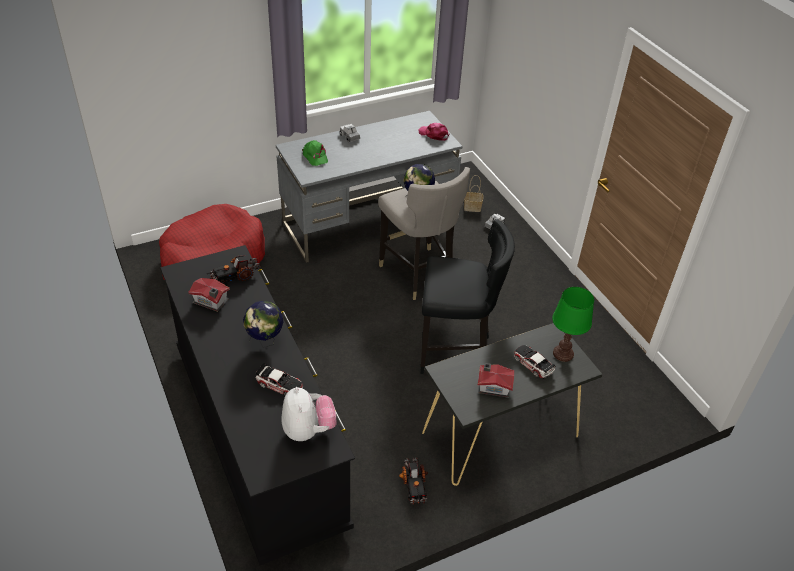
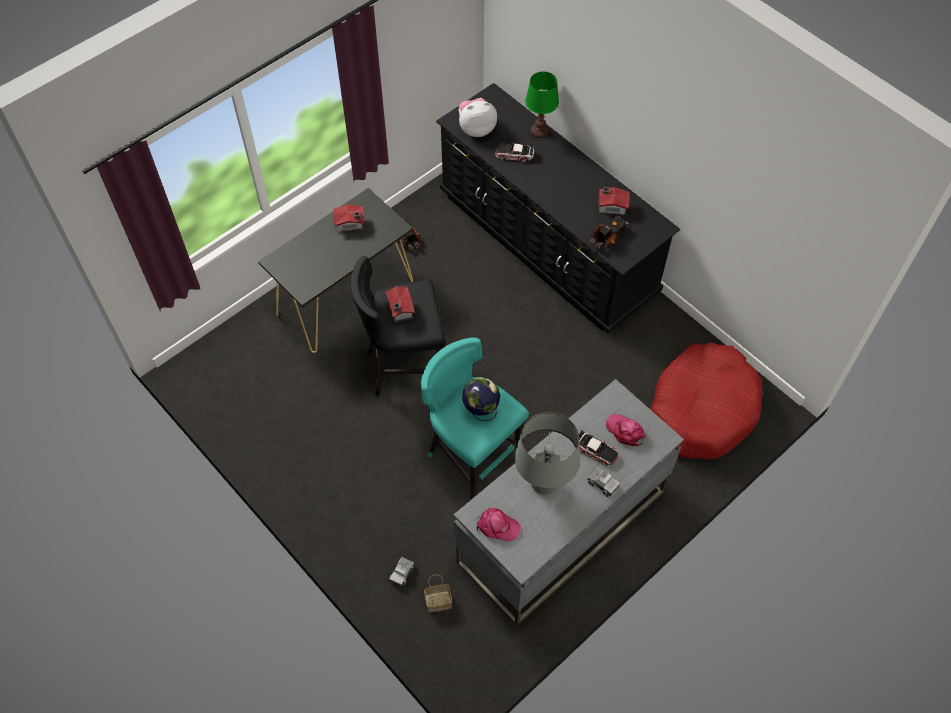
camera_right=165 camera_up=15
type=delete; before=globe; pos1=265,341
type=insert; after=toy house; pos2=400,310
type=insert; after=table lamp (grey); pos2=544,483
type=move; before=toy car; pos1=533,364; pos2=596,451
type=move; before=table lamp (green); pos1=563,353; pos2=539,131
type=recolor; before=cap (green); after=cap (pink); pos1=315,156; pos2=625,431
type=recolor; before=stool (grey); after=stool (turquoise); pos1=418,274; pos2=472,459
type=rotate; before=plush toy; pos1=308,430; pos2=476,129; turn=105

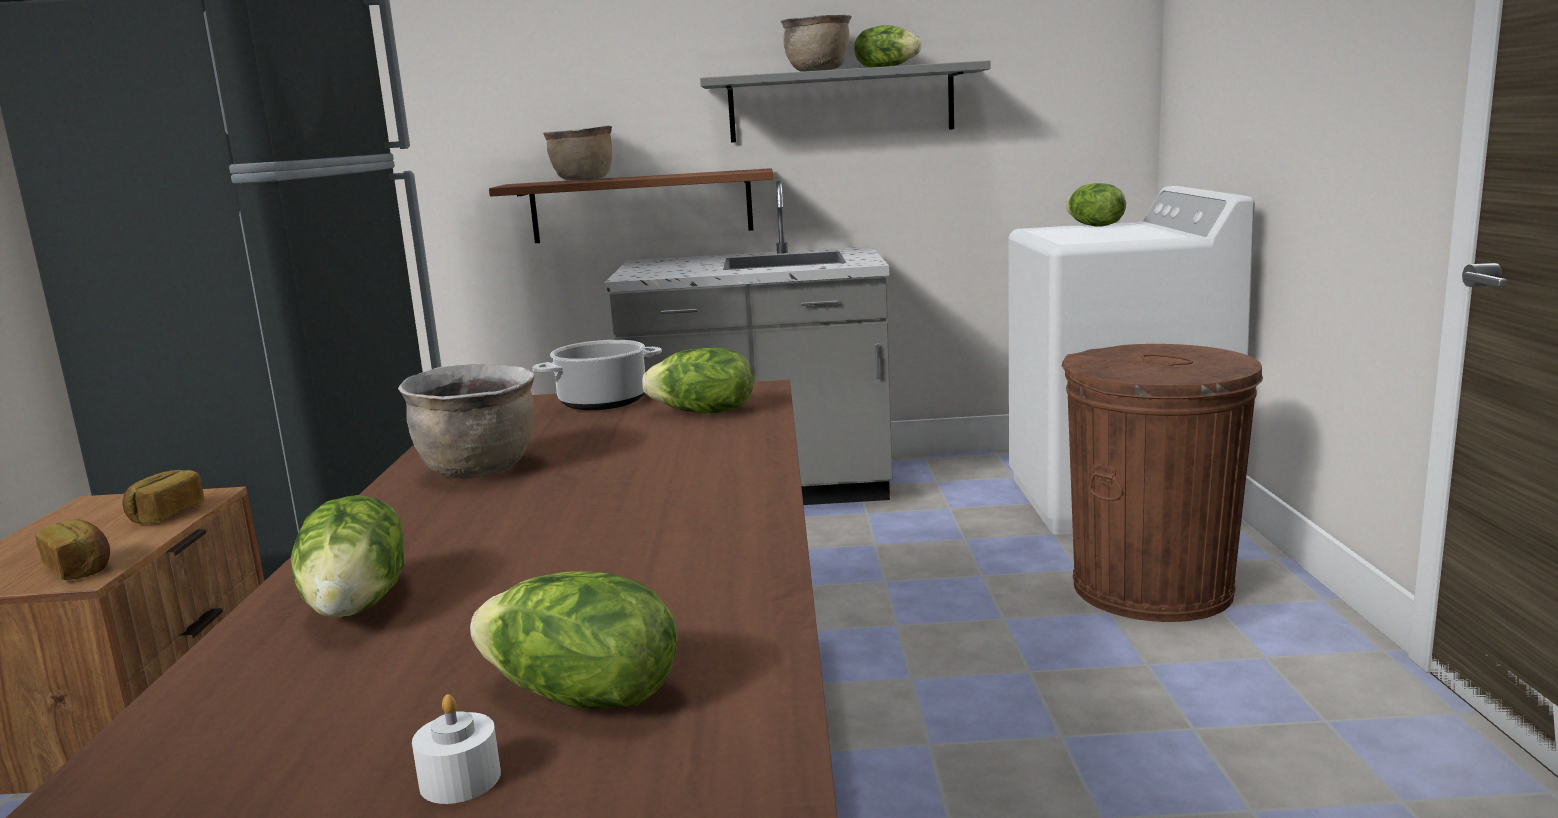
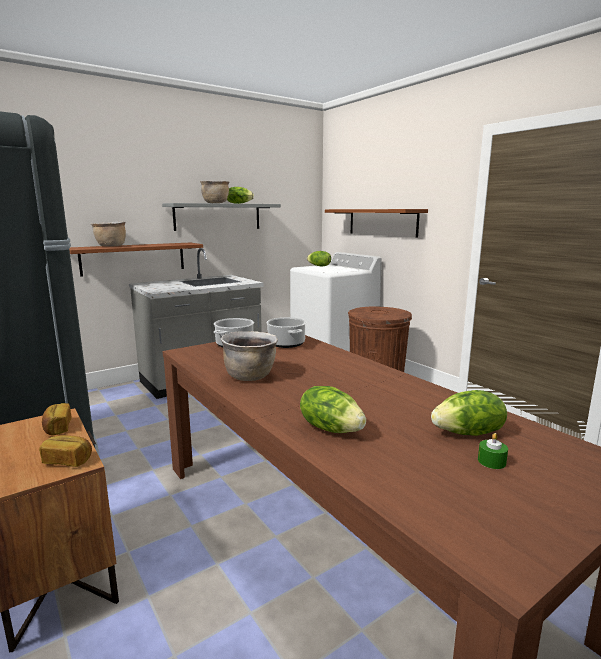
camera_right=-35 camera_up=0
type=insert; after=shelf (brown); pos2=382,222
type=replace; before=lettuce; after=cooking pot; pos1=703,412; pos2=287,344
type=recolor; before=candle (white); after=candle (green); pos1=460,779; pos2=491,461

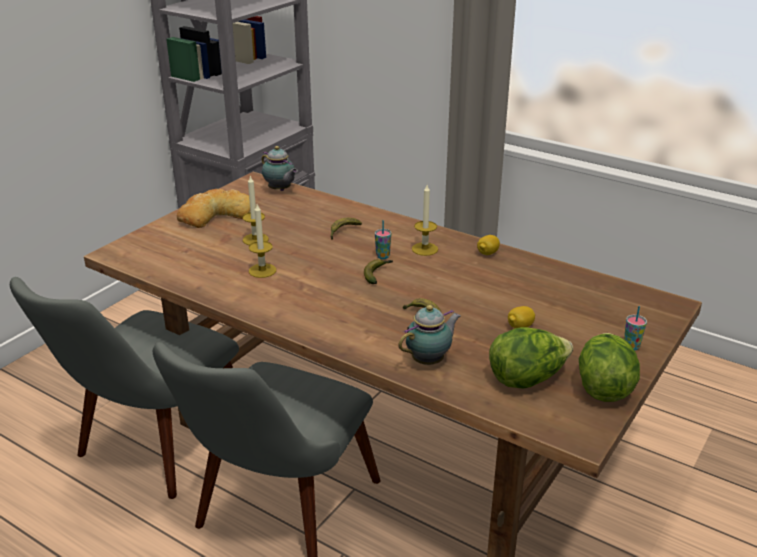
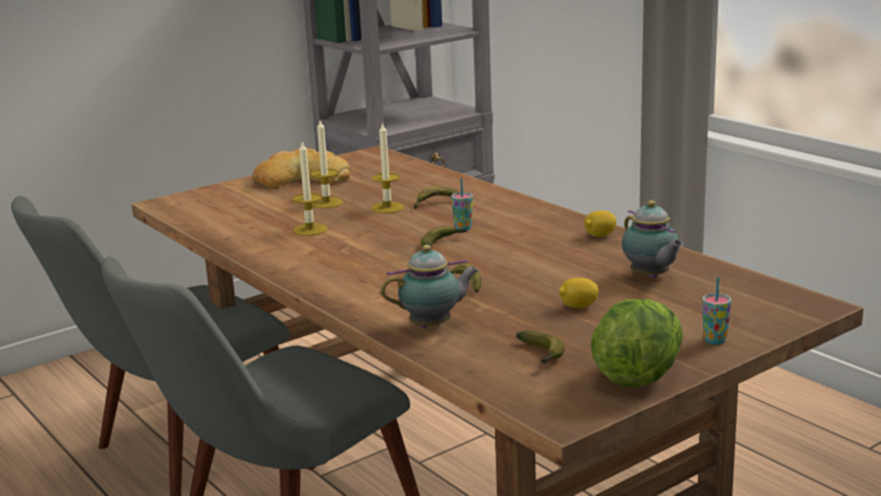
camera_right=20 camera_up=-10
type=move; before=teapot; pos1=280,190; pos2=650,277
type=move; before=candle; pos1=424,249; pos2=387,208
type=replace; before=lettuce; after=banana; pos1=527,379; pos2=542,355

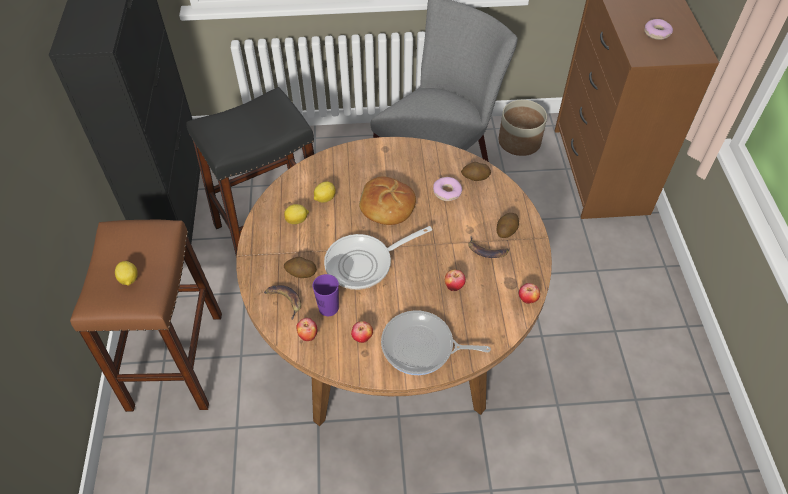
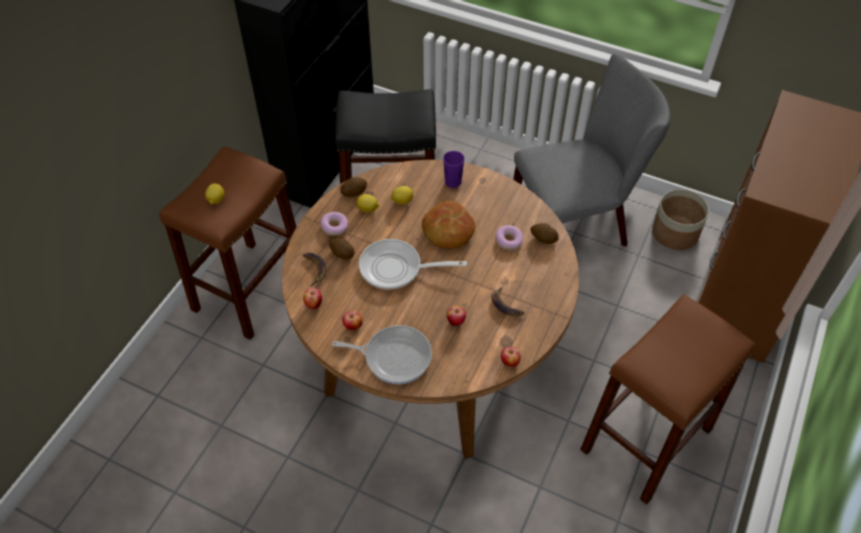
camera_right=30 camera_up=0
type=insert; after=stool (brown); pos2=646,439
type=move; before=cup (purple); pos1=328,308; pos2=453,182
type=move; before=potato; pos1=506,230; pos2=354,192
type=move; before=donut; pos1=657,33; pos2=334,227
type=rotate; before=frying pan; pos1=421,347; pos2=394,356; turn=150

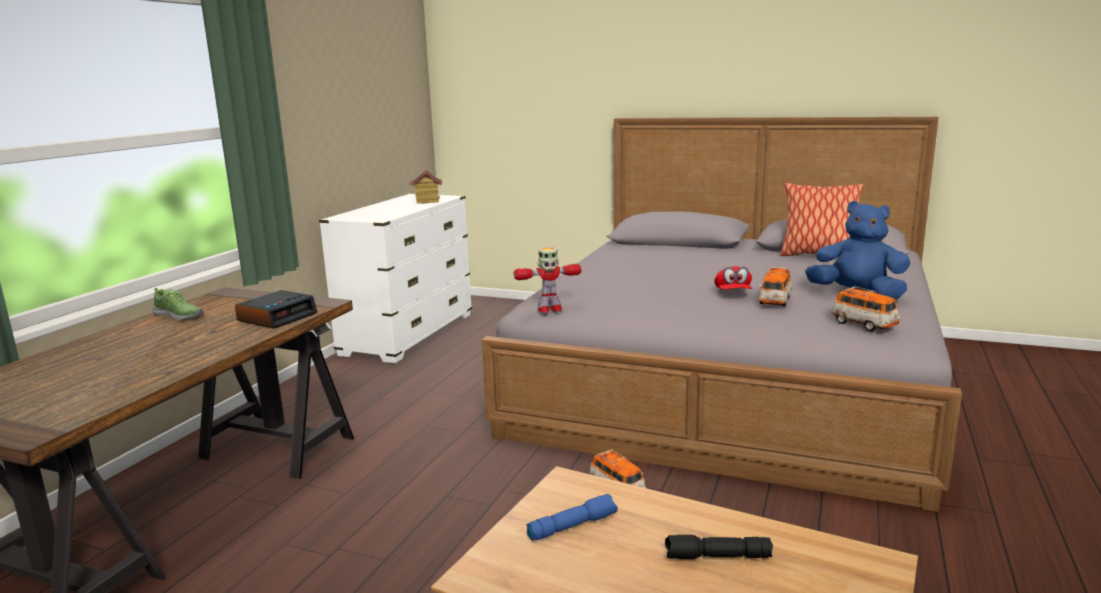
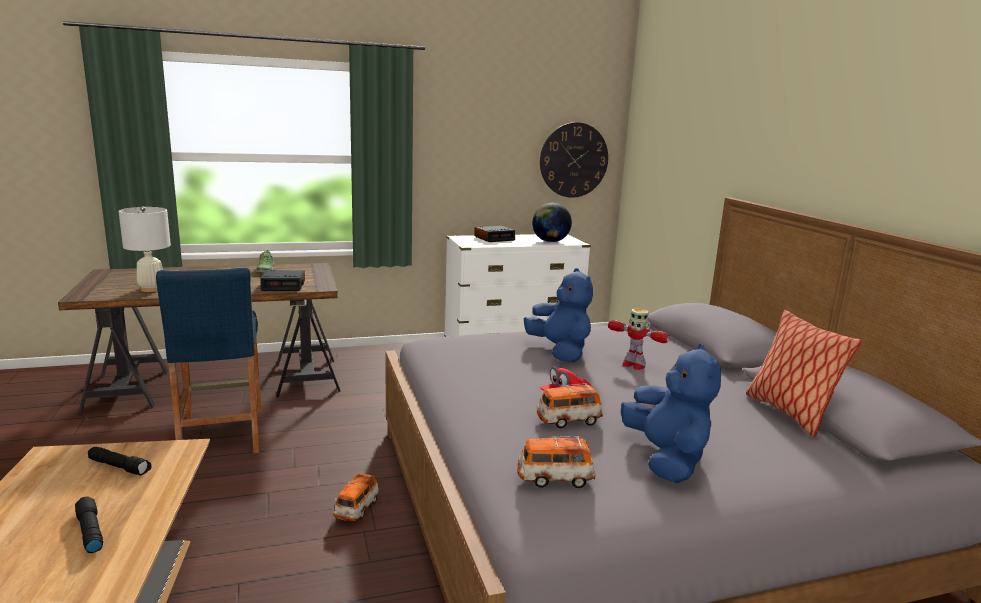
camera_right=50 camera_up=0
type=insert; after=table lamp (white); pos2=151,289
type=insert; after=stool (blue); pos2=221,434
type=insert; after=alarm clock; pos2=494,238
type=insert; after=plush toy (blue); pos2=560,352
type=insert; after=wall clock; pos2=573,160
type=move; before=toy robot; pos1=549,309; pos2=633,365
type=replace; before=toy house; after=globe; pos1=427,201; pos2=550,241
type=recolor; before=flashlight (blue); after=flashlight (black); pos1=572,525; pos2=120,467
type=rotate; before=toy car; pos1=864,325; pos2=554,479; turn=75

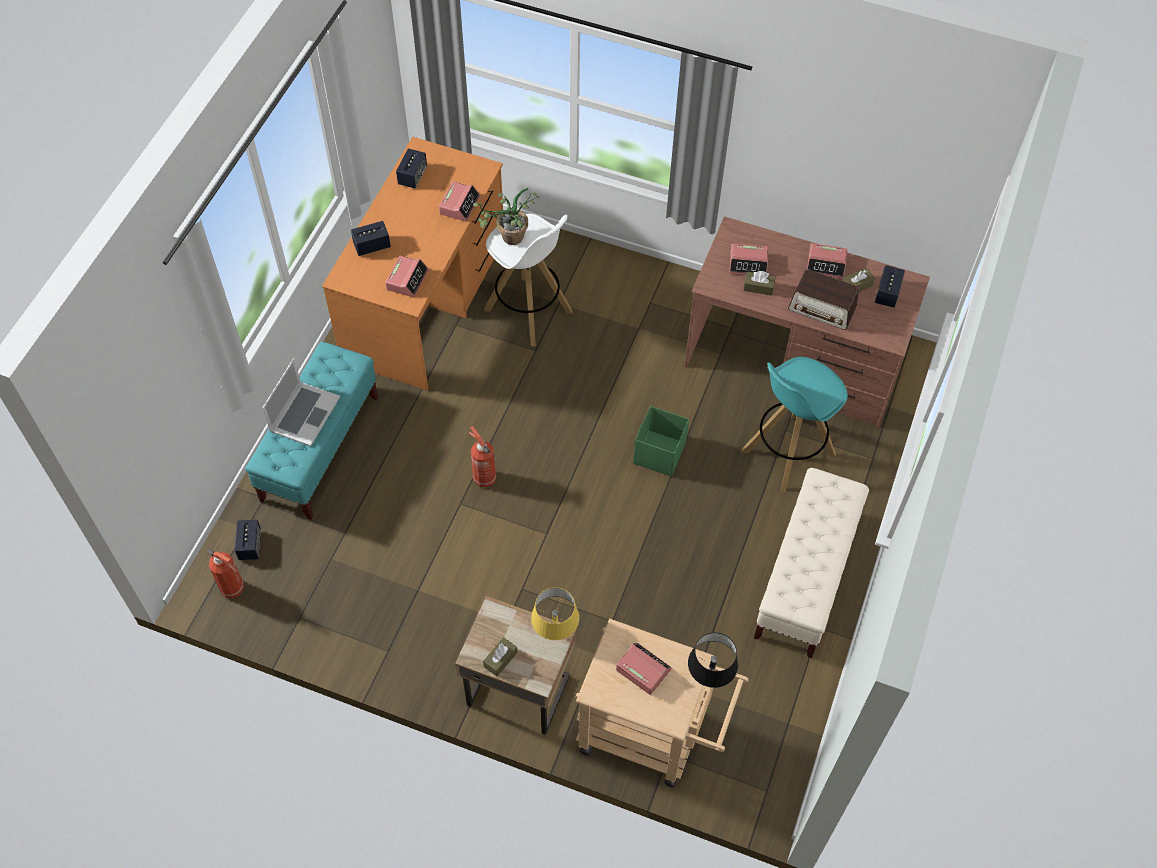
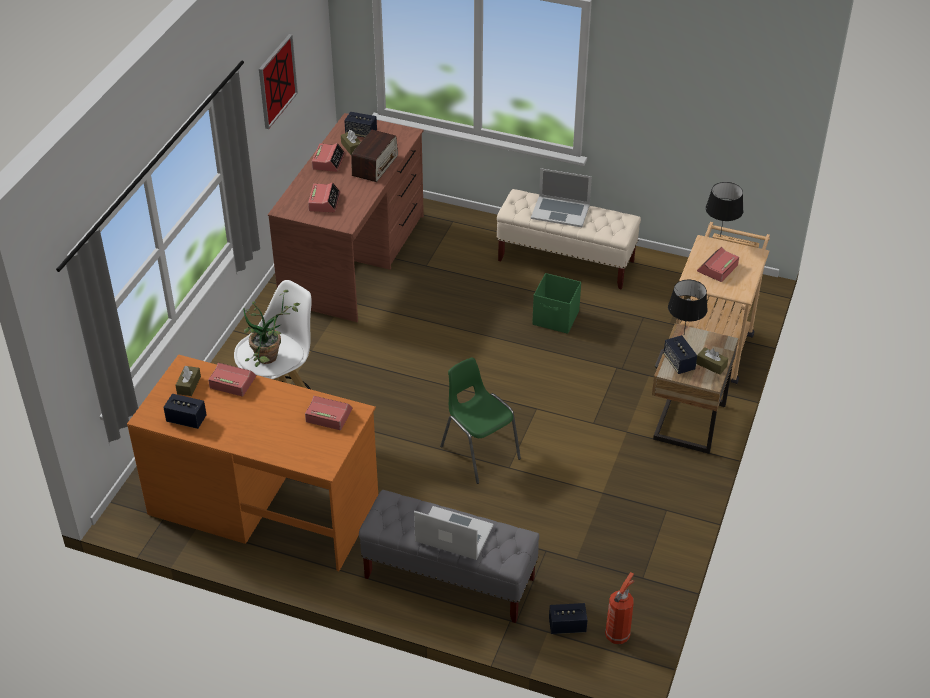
camera_right=-90 camera_up=-15
type=delete; before=stool (turquoise); pos1=787,453
type=insert; after=picture; pos2=277,81
type=insert; after=laptop; pos2=560,211
type=move; before=speaker; pos1=372,246; pos2=679,363
type=move; before=storage box (green); pos1=659,454; pos2=556,318
type=move; before=tissue box (brown); pos1=758,287; pos2=189,385
type=replace; before=fire extinguisher; after=chair (green); pos1=483,477; pos2=479,452
type=recolor; before=bench (turquoise); after=bench (grey); pos1=320,448; pos2=449,578
type=recolor; before=table lamp (yellow); after=table lamp (black); pos1=556,636; pos2=684,334

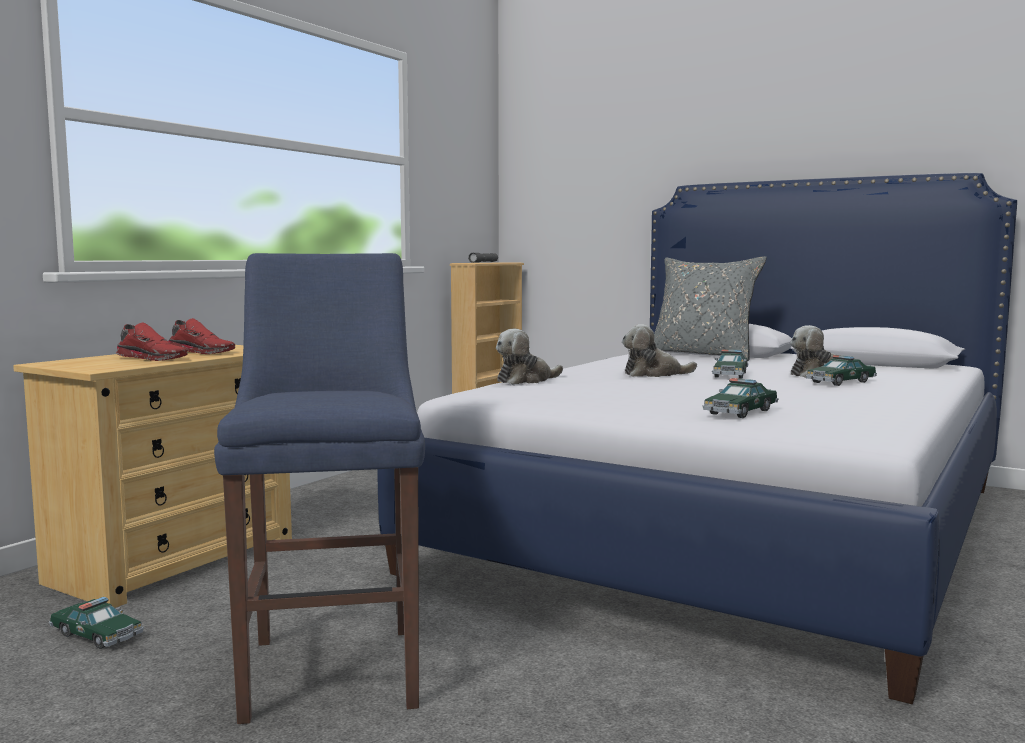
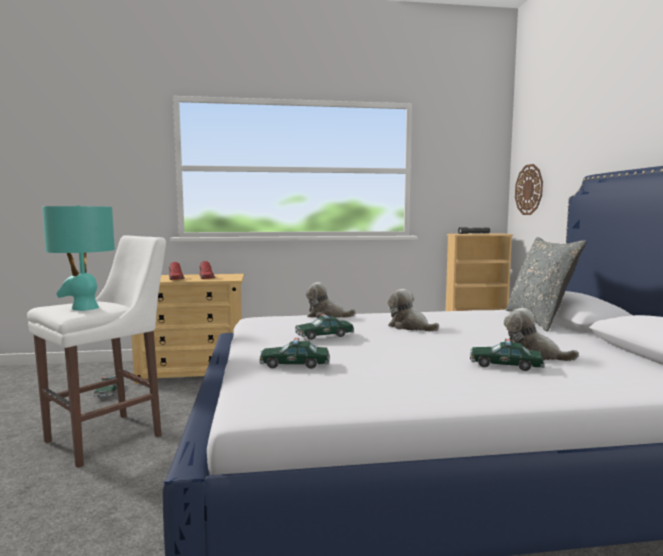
camera_right=50 camera_up=0
type=insert; after=table lamp (turquoise); pos2=85,308
type=insert; after=wall clock; pos2=529,189
type=move; before=toy car; pos1=730,375; pos2=324,335
type=recolor; before=stool (blue); after=stool (white); pos1=334,666; pos2=110,436

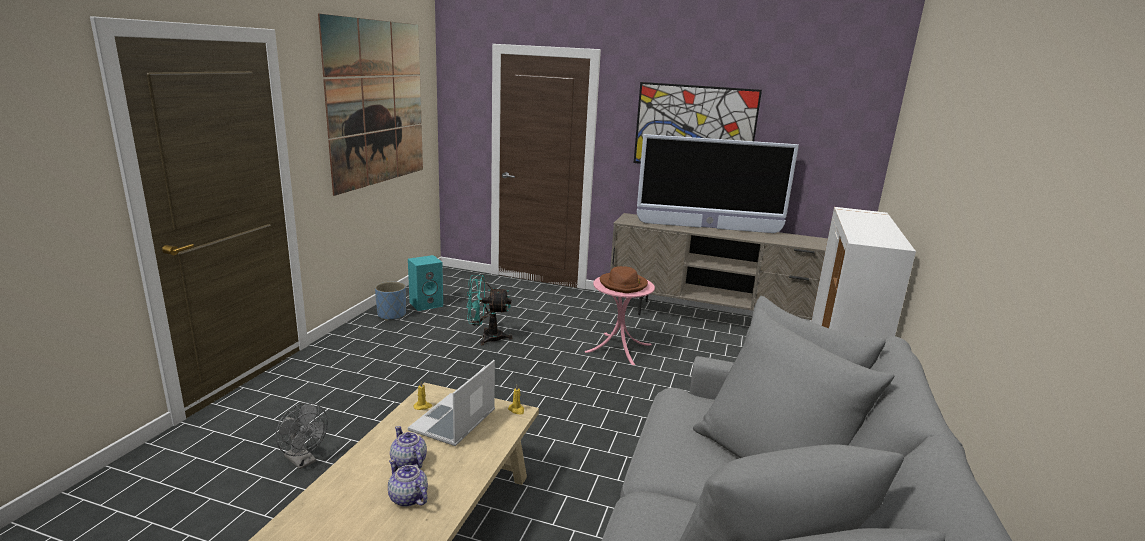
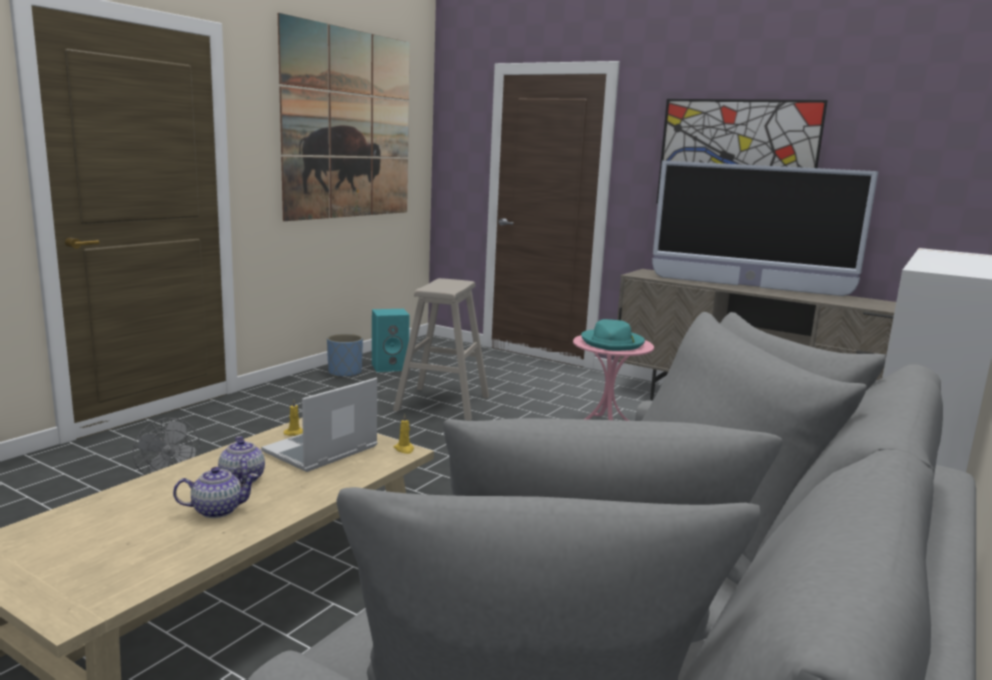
camera_right=15 camera_up=-5
type=replace; before=fan (turquoise); after=stool (beige); pos1=486,337; pos2=442,403
type=recolor; before=hat (brown); after=hat (turquoise); pos1=623,284; pos2=612,343
type=rotate; before=teapot; pos1=408,498; pos2=217,510; turn=105

